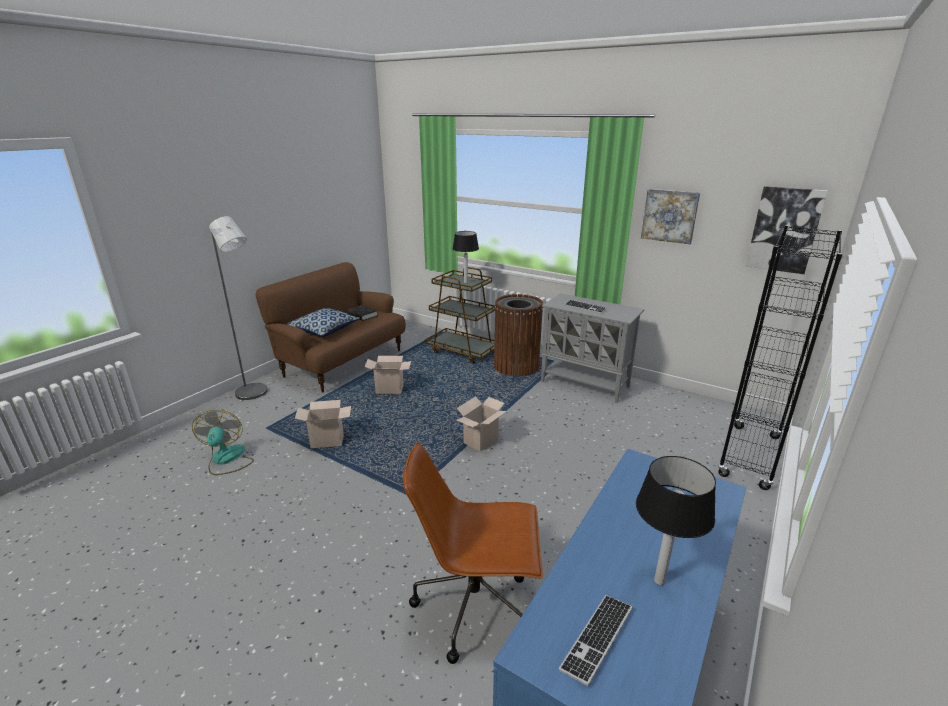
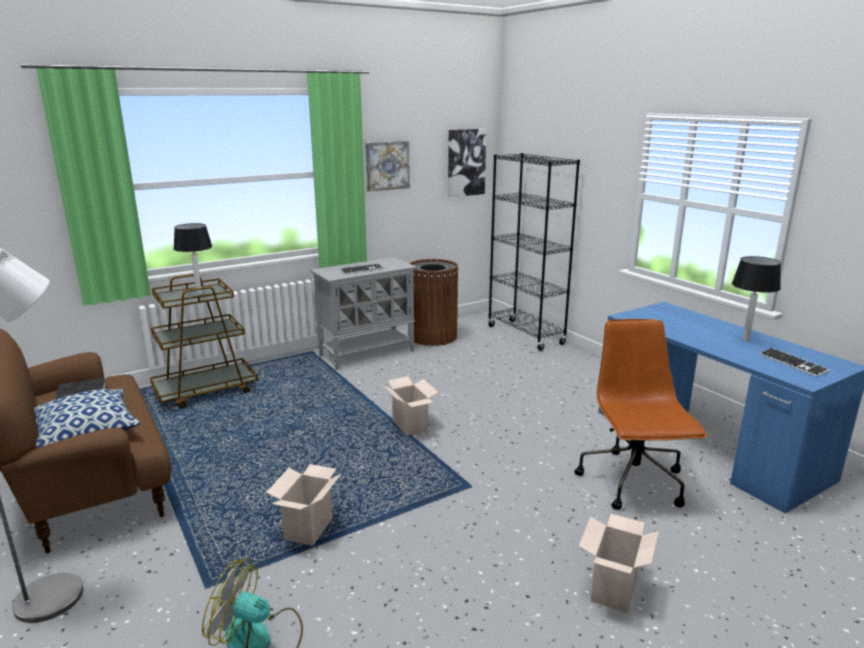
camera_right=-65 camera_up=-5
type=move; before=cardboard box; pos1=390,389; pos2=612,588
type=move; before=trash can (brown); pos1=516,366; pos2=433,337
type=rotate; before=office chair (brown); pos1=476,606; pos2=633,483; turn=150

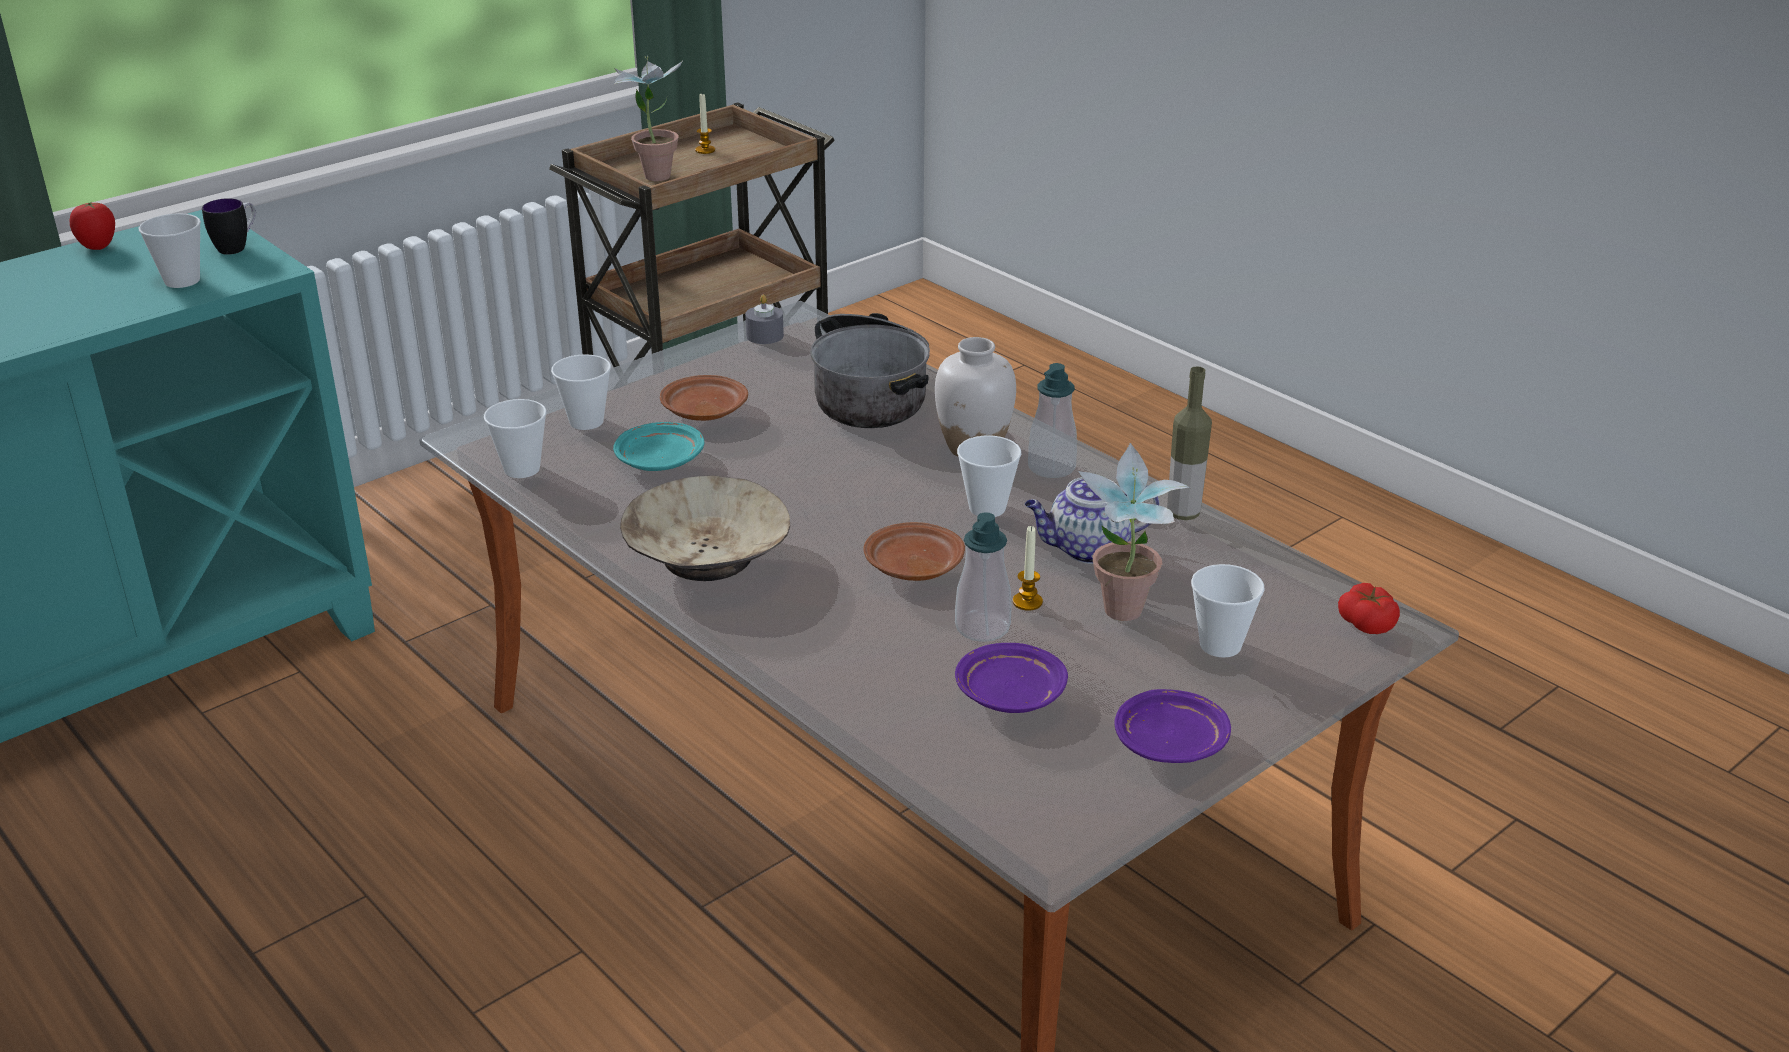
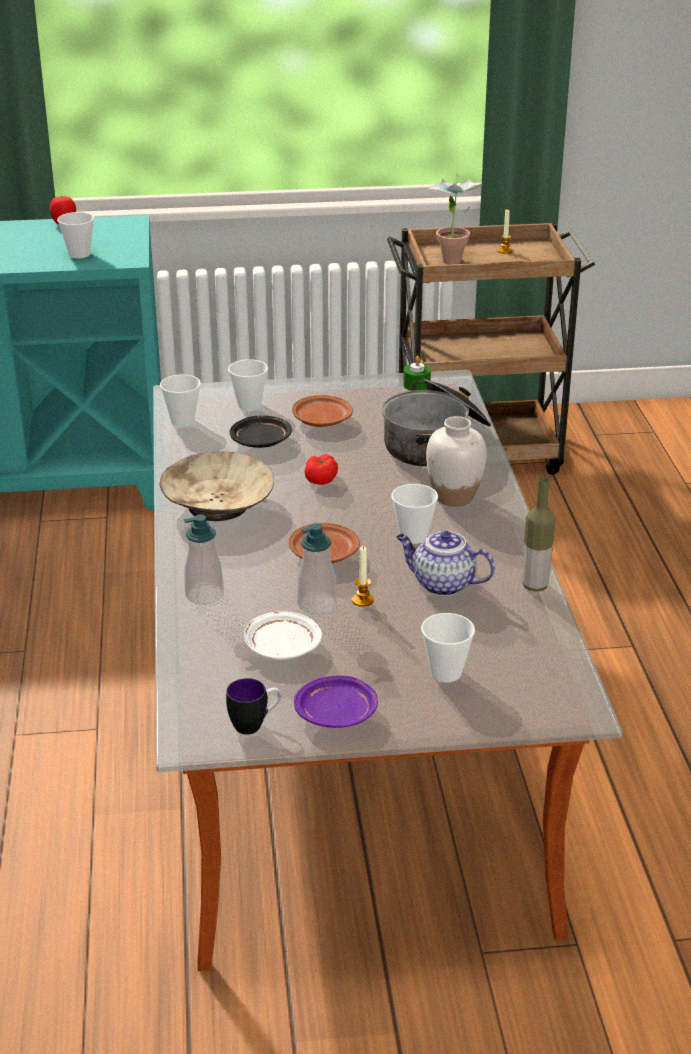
camera_right=35 camera_up=0
type=delete; before=potted plant; pos1=1123,619
type=move; before=mug; pos1=238,247; pos2=255,725
type=move; before=soap dispenser; pos1=1051,467; pos2=204,595
type=move; before=tomato; pos1=1367,623; pos2=321,478
type=recolor; before=plate (turquoise); after=plate (black); pos1=660,460; pos2=261,441
type=recolor; before=candle (grey); after=candle (green); pos1=765,335; pos2=416,385
type=recolor; before=plate (purple); after=plate (white); pos1=1009,694; pos2=281,647

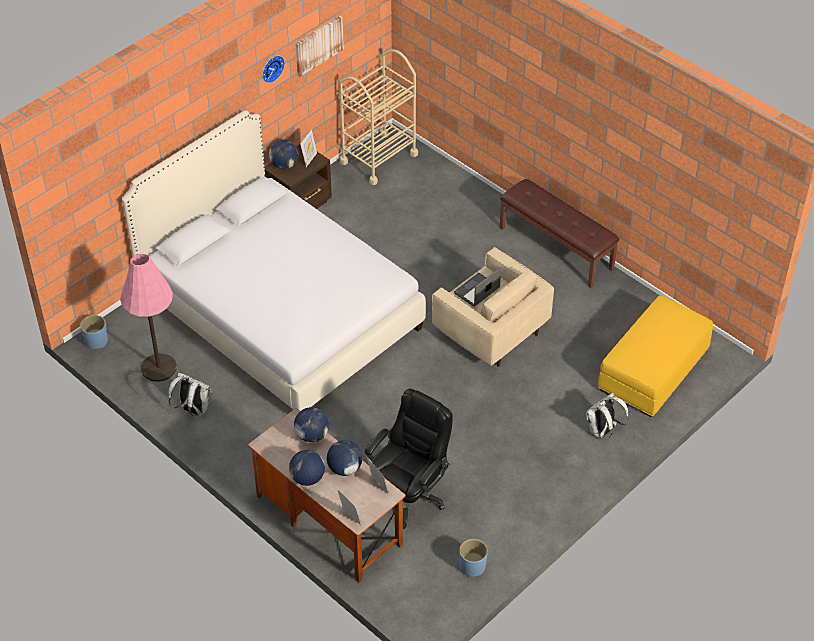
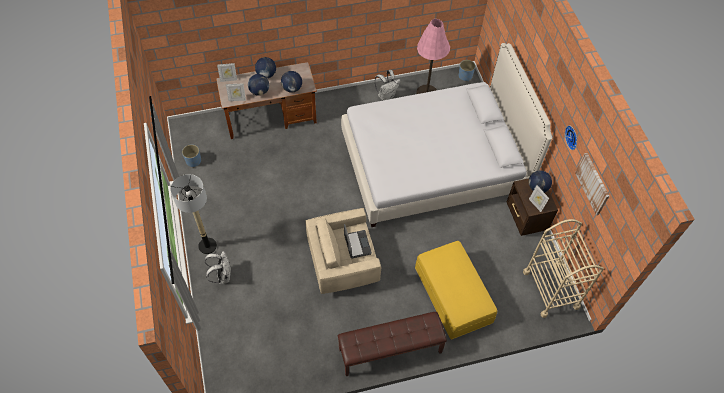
camera_right=120 camera_up=10
type=delete; before=office chair (black); pos1=408,494
type=insert; after=floor lamp; pos2=207,246
type=move; before=ottoman (yellow); pos1=653,369; pos2=453,295

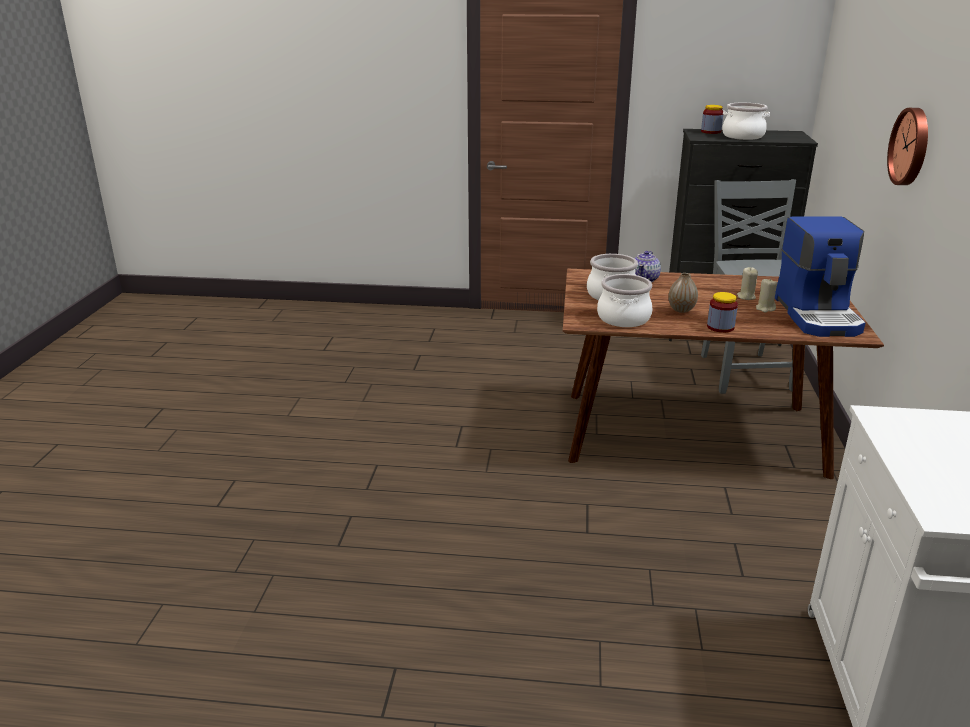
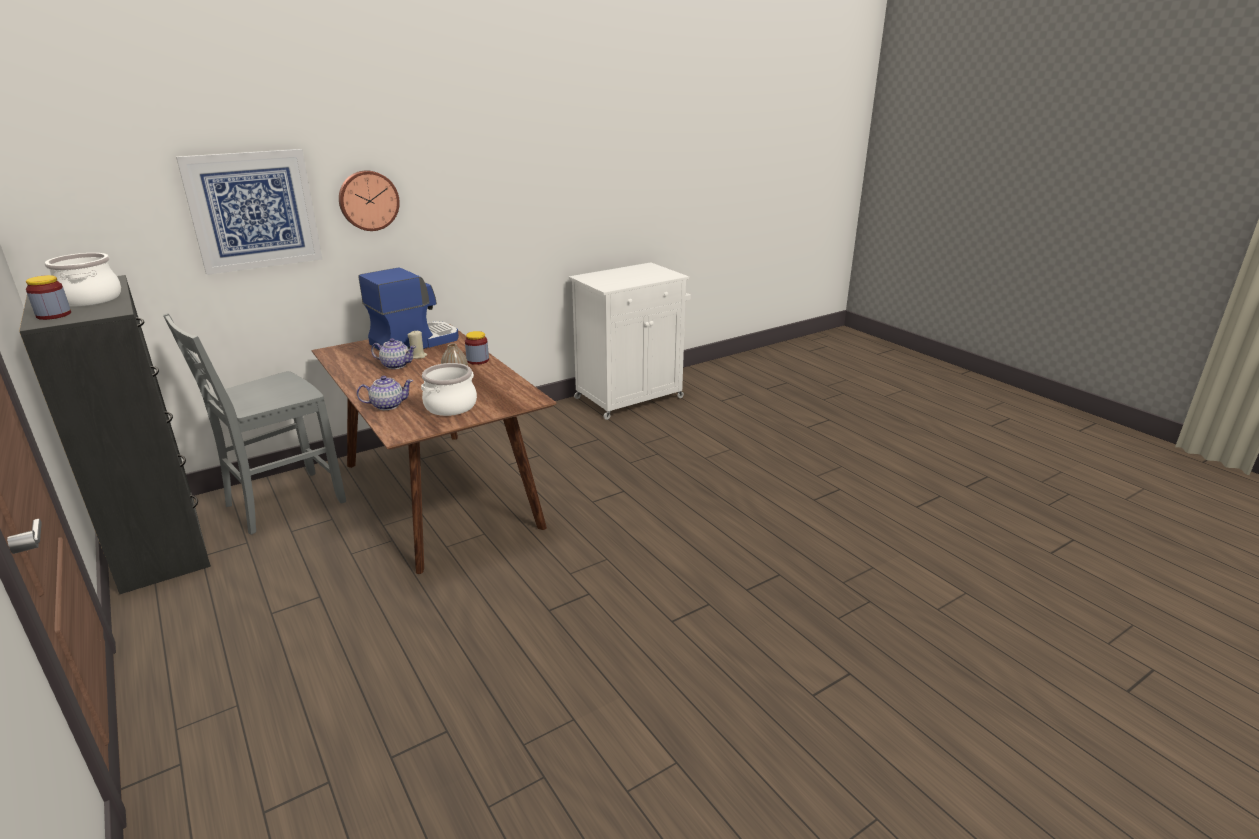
camera_right=-130 camera_up=0
type=delete; before=cooking pot; pos1=623,318
type=insert; after=picture; pos2=253,211
type=replace; before=candle (beige); after=teapot; pos1=746,297; pos2=396,365

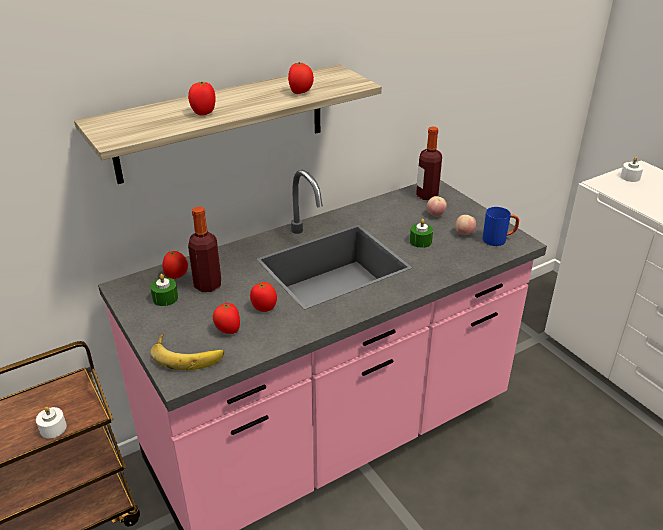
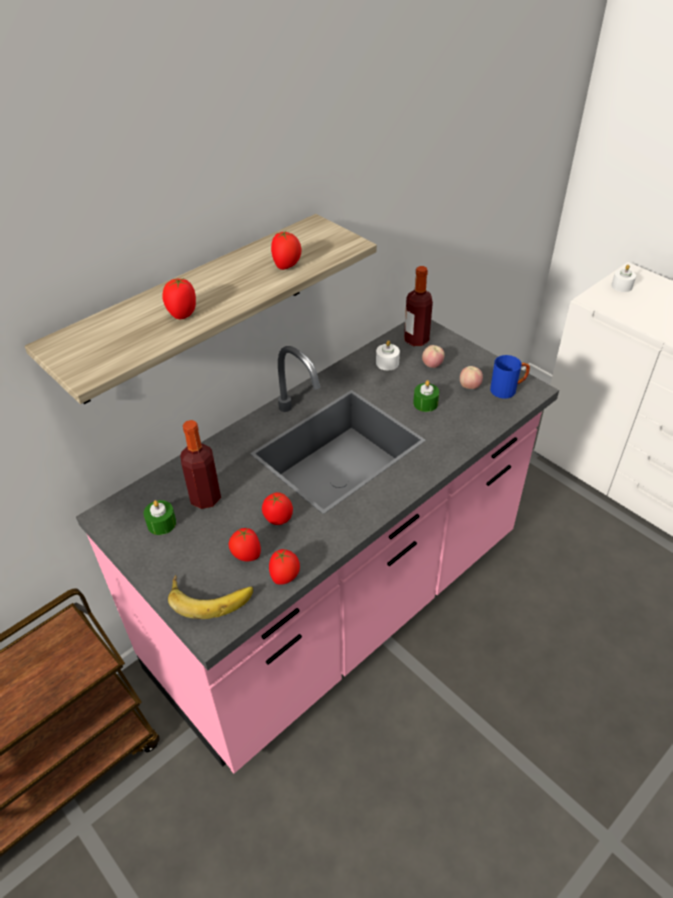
camera_right=-10 camera_up=10
type=move; before=candle (white); pos1=53,428; pos2=387,363
type=move; before=tomato; pos1=176,276; pos2=285,577

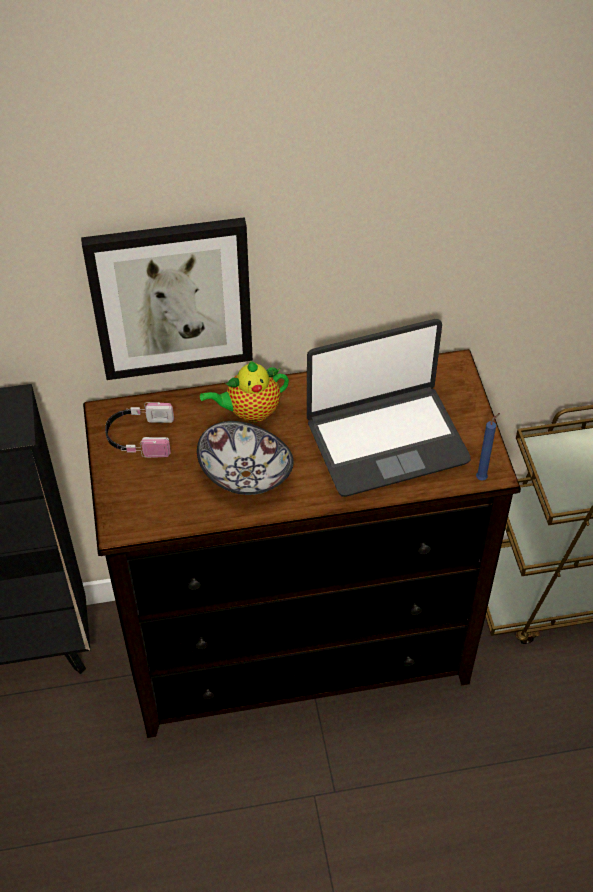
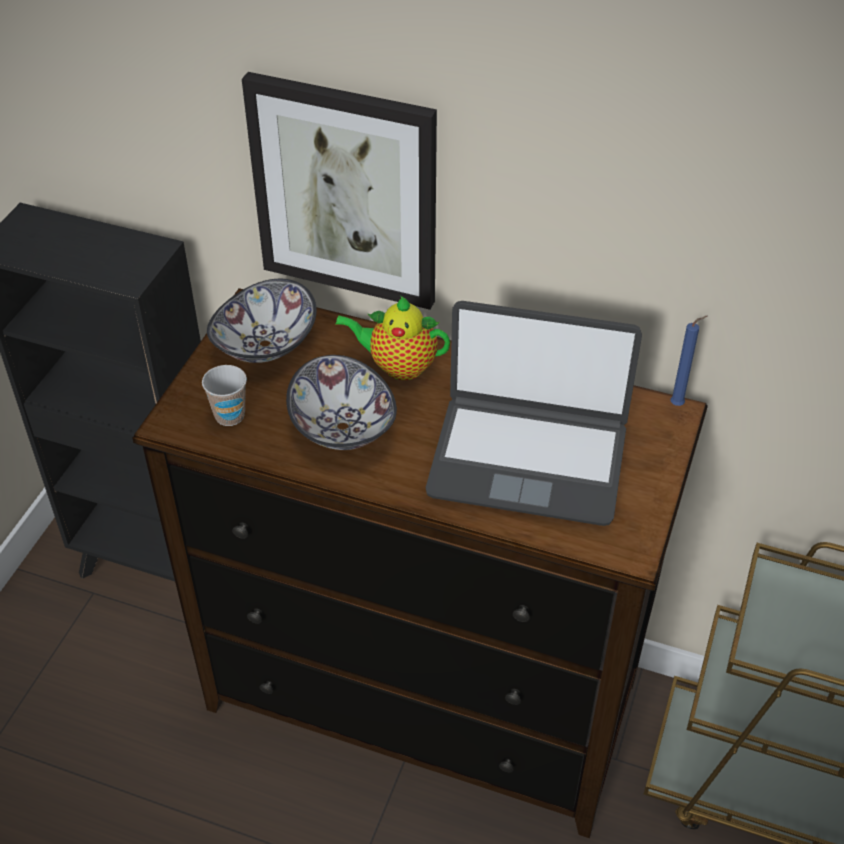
camera_right=30 camera_up=-5
type=insert; after=cup; pos2=229,416
type=move; before=candle (blue); pos1=482,478; pos2=679,404
type=replace; before=headphones; after=bowl; pos1=140,437; pos2=264,344

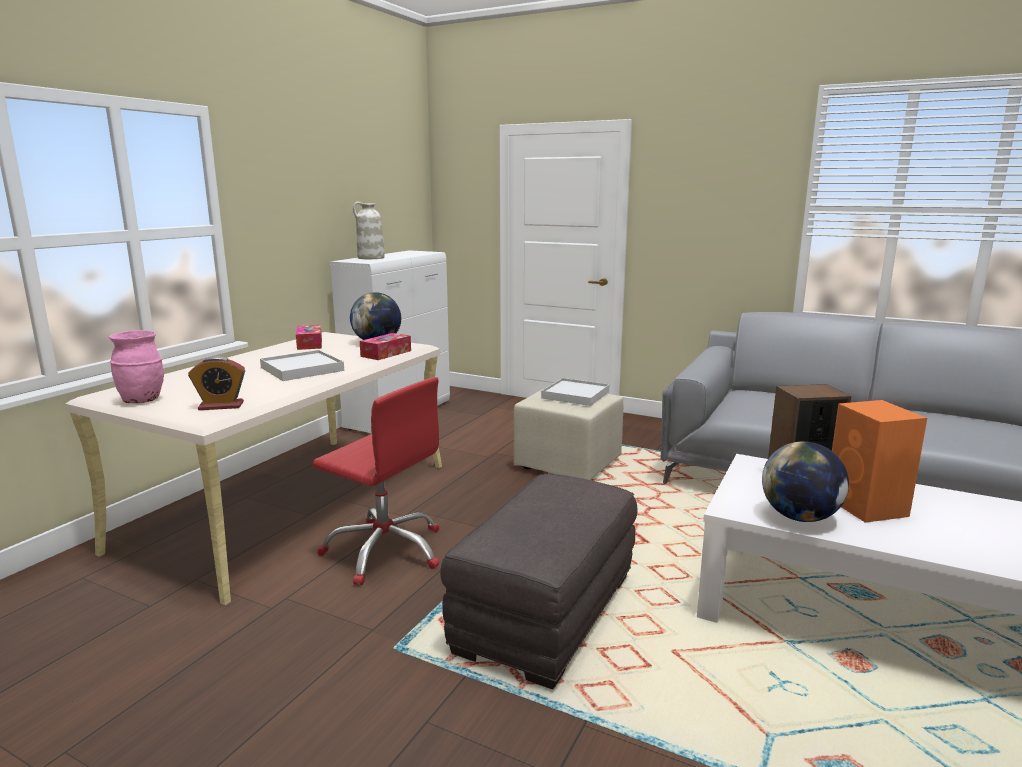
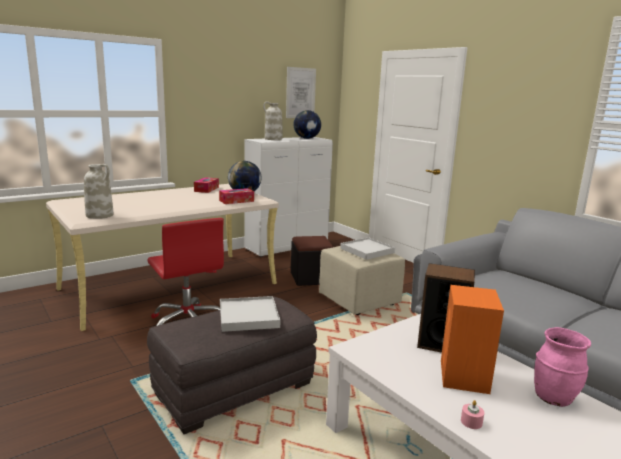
camera_right=25 camera_up=0
type=insert; after=picture; pos2=300,93
type=insert; after=ottoman (black); pos2=311,278
type=insert; after=candle (pink); pos2=471,422
type=move; before=vase (pink); pos1=142,400; pos2=554,398
type=move; before=tray (white); pos1=302,369; pos2=249,316
type=move; before=globe; pos1=800,517; pos2=307,138
type=replace; before=alarm clock; after=vase (white); pos1=221,406; pos2=100,215

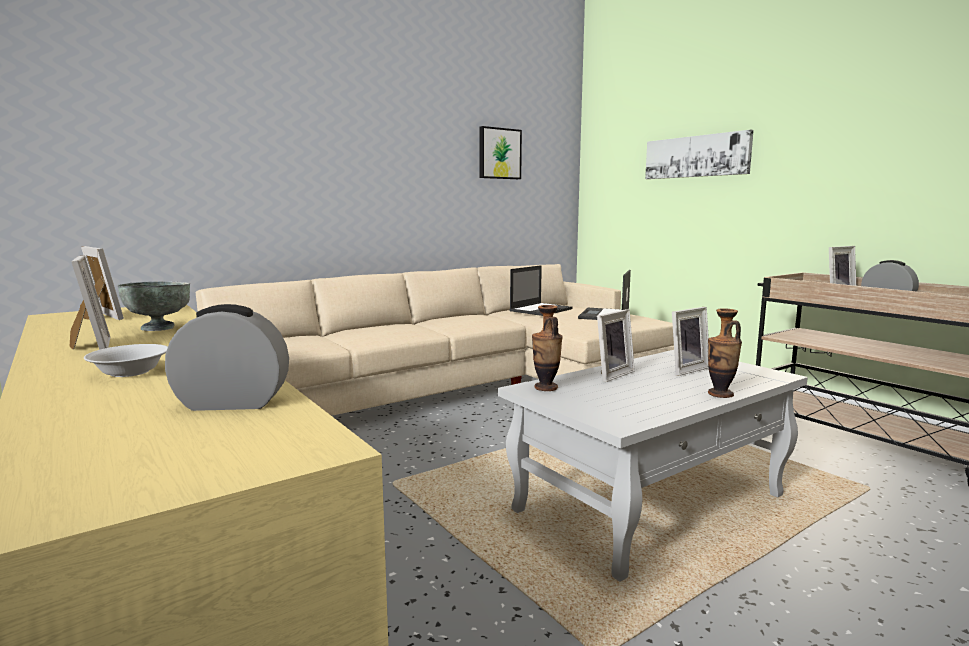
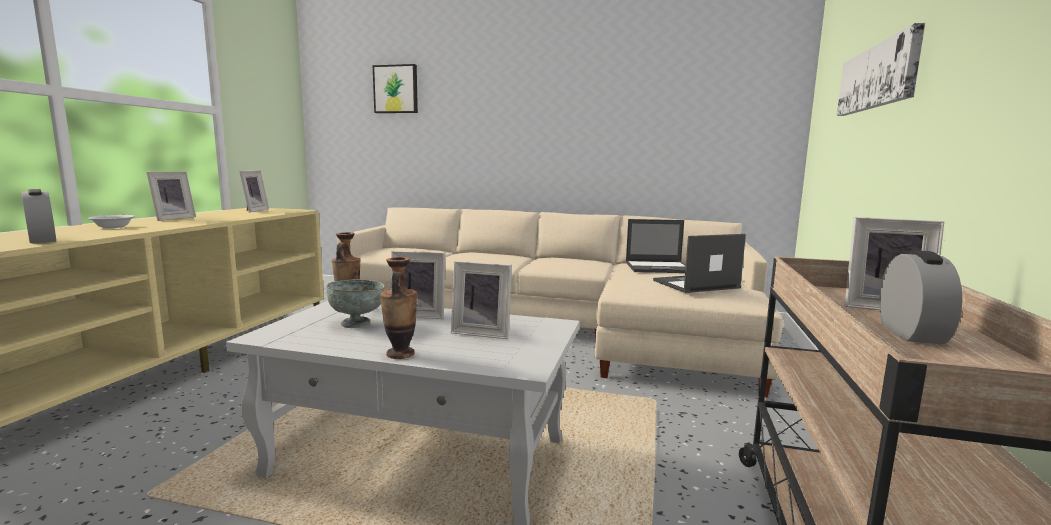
camera_right=50 camera_up=0
type=move; before=bowl (grey); pos1=159,328; pos2=356,323
type=move; before=picture; pos1=499,153; pos2=396,89

